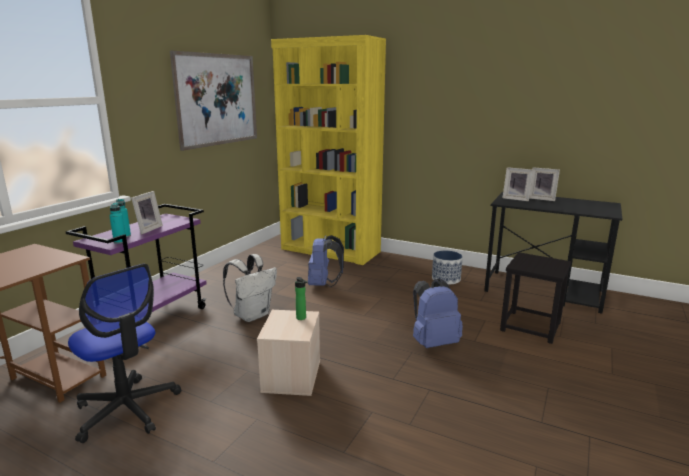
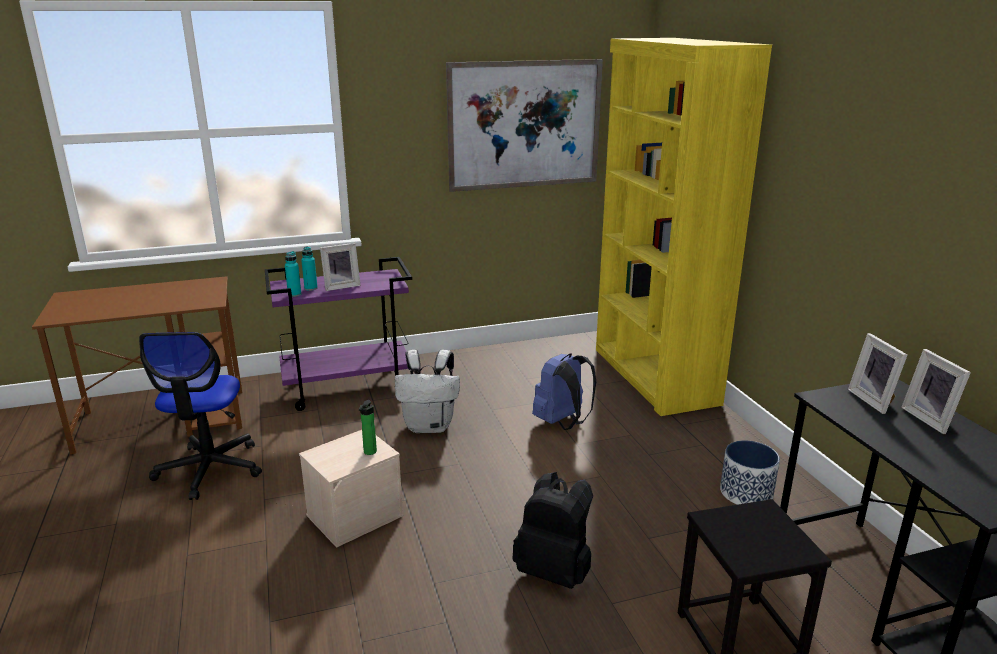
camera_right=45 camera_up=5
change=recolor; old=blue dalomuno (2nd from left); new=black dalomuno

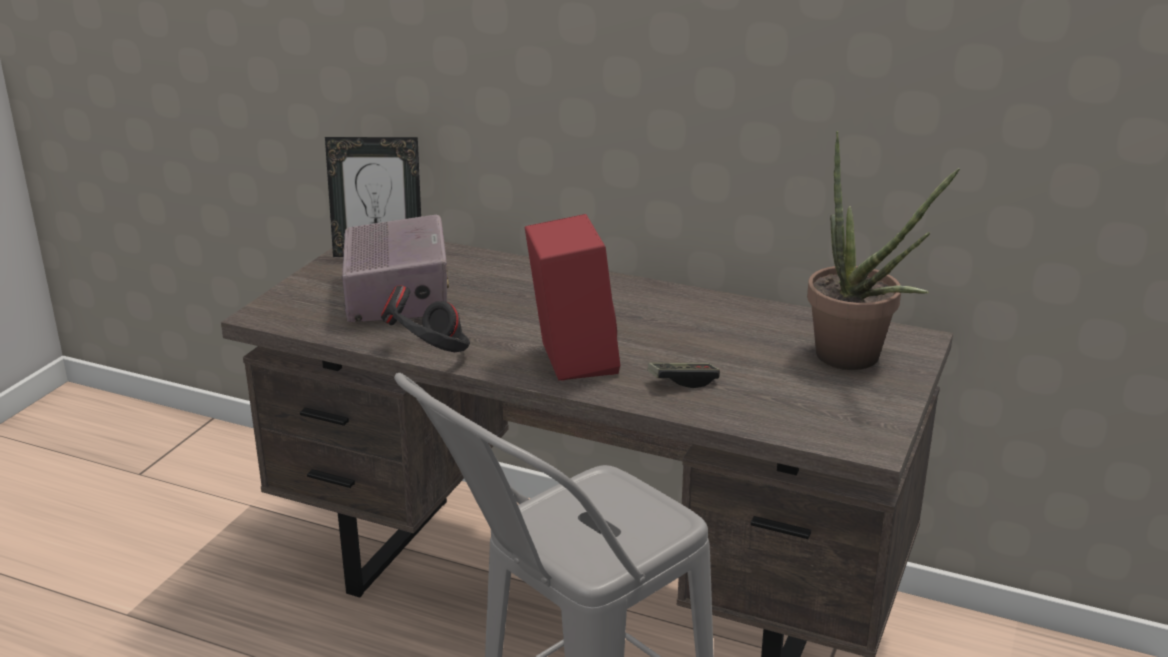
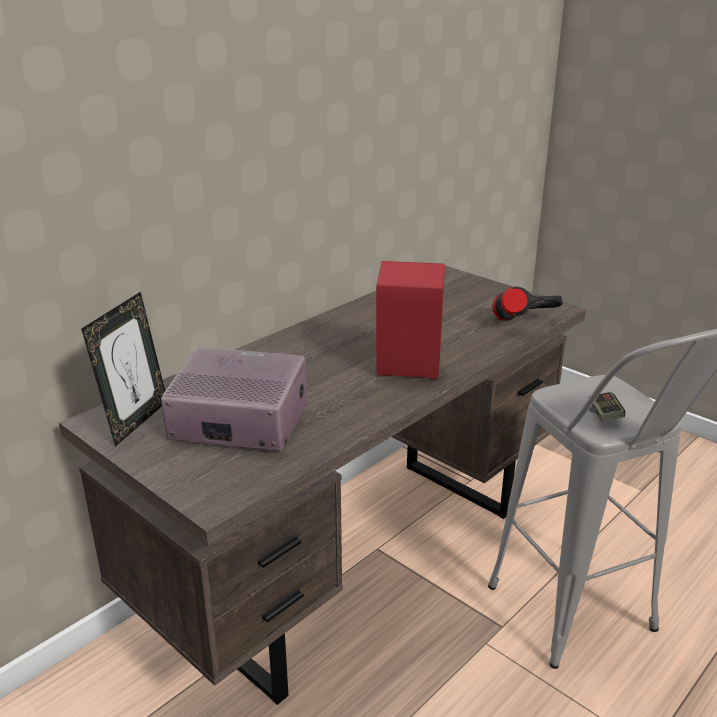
camera_right=-70 camera_up=0
change=move; old=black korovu
change=move; old=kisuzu
change=delete; old=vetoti

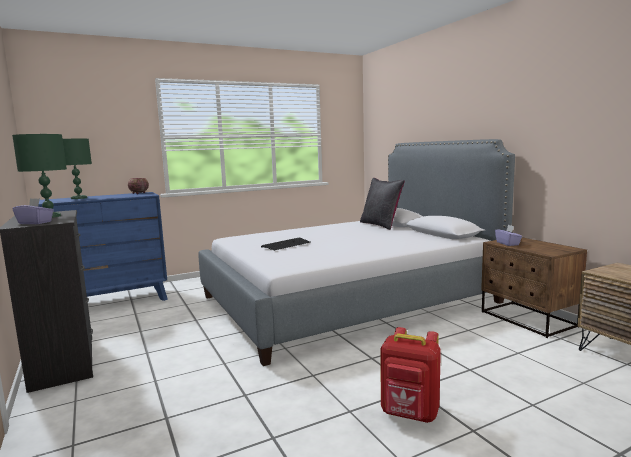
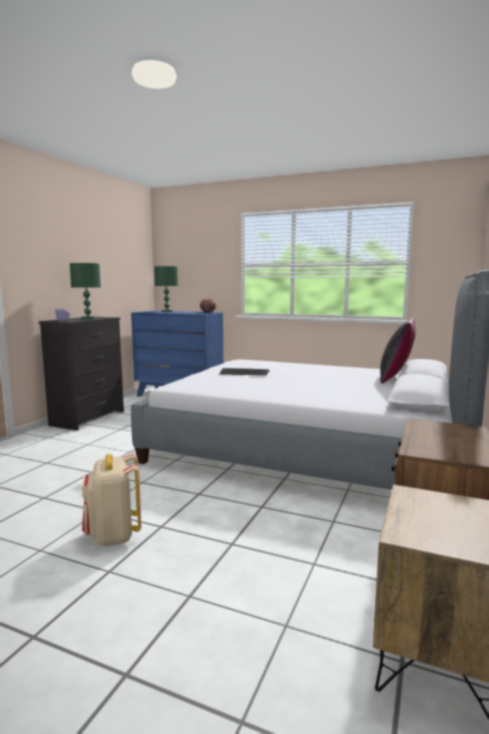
camera_right=50 camera_up=0
change=recolor; old=red dalomuno; new=beige dalomuno
change=delete; old=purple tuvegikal (2nd from left)

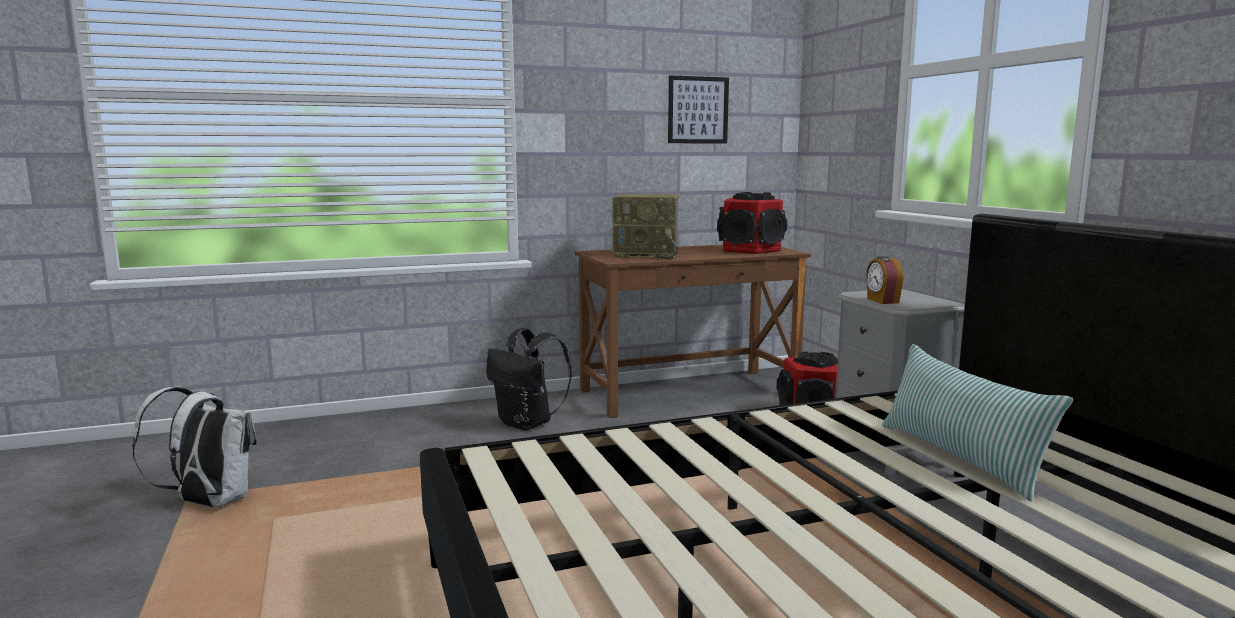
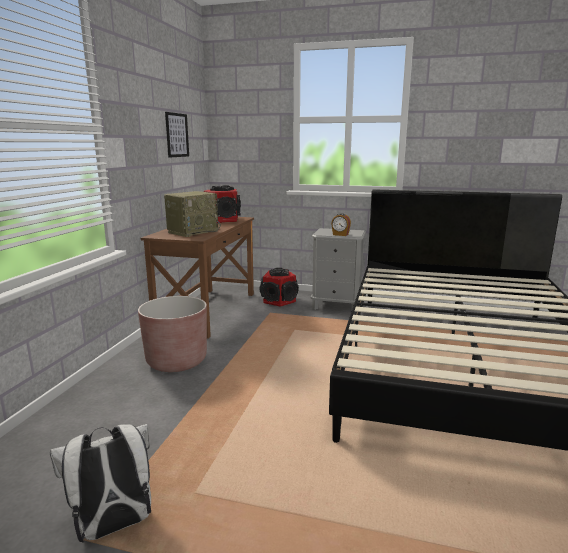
camera_right=-55 camera_up=5
change=replace; old=black dalomuno; new=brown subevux
change=delete; old=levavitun

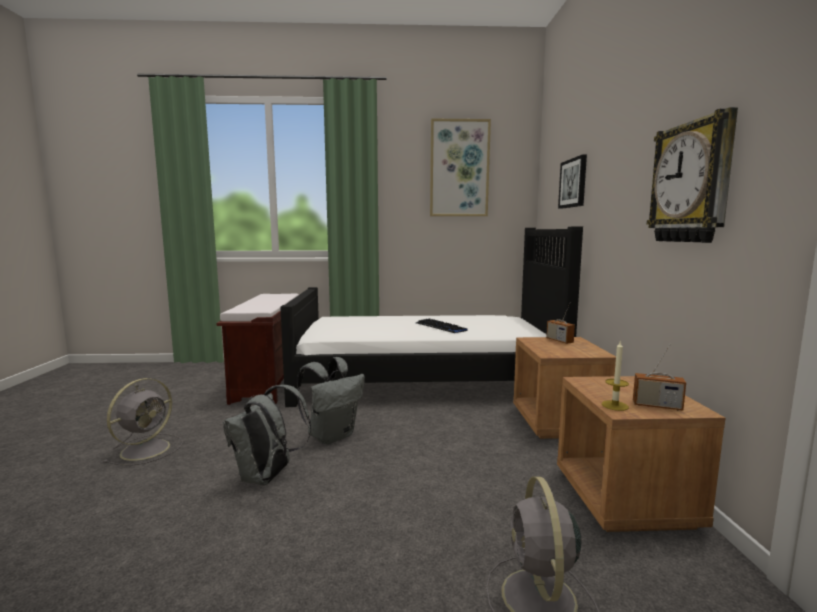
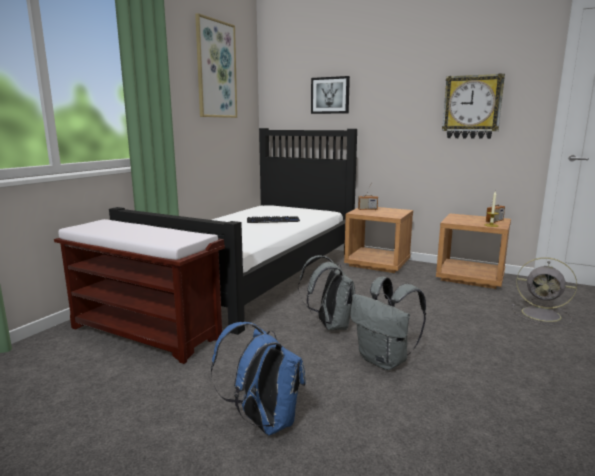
camera_right=-60 camera_up=5
change=replace; old=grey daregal (1st from left); new=blue dalomuno

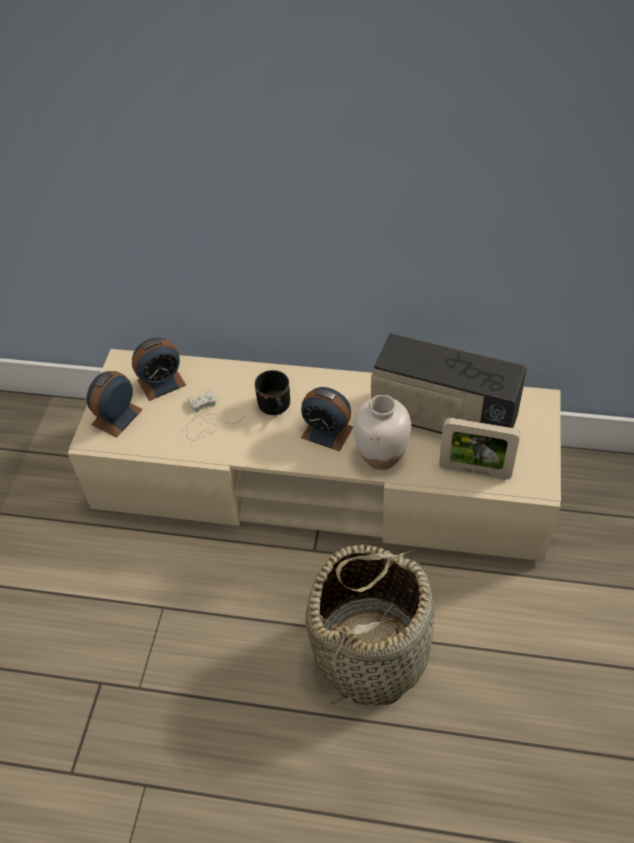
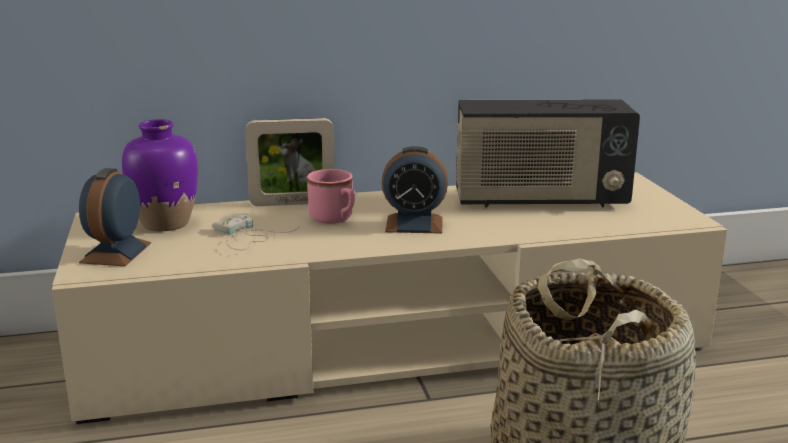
camera_right=-25 camera_up=-30
change=replace; old=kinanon (2nd from left); new=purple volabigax
change=move; old=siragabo
change=recolor; old=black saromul; new=pink saromul
change=delete; old=white volabigax

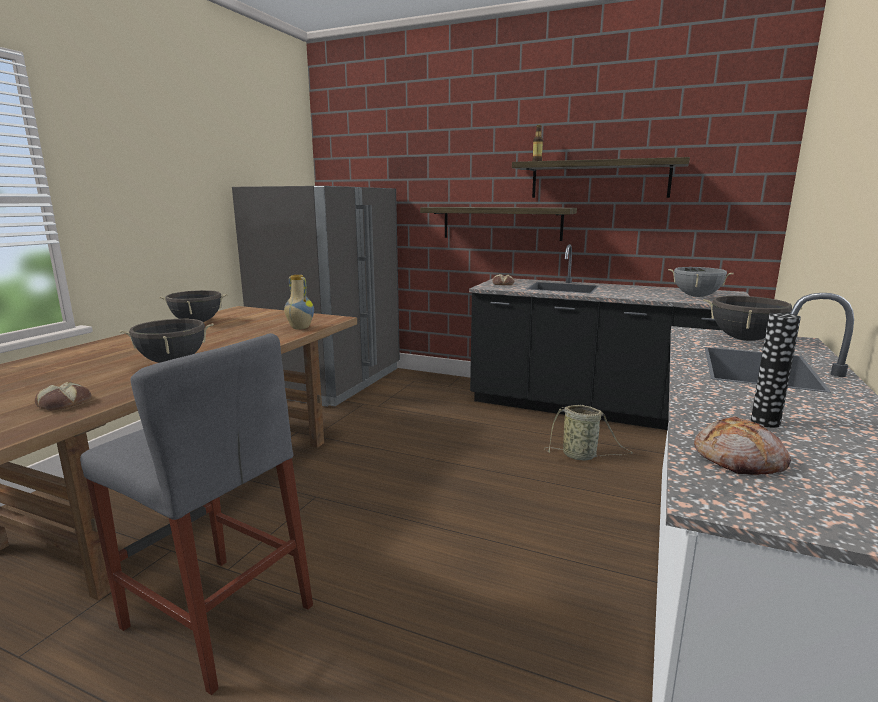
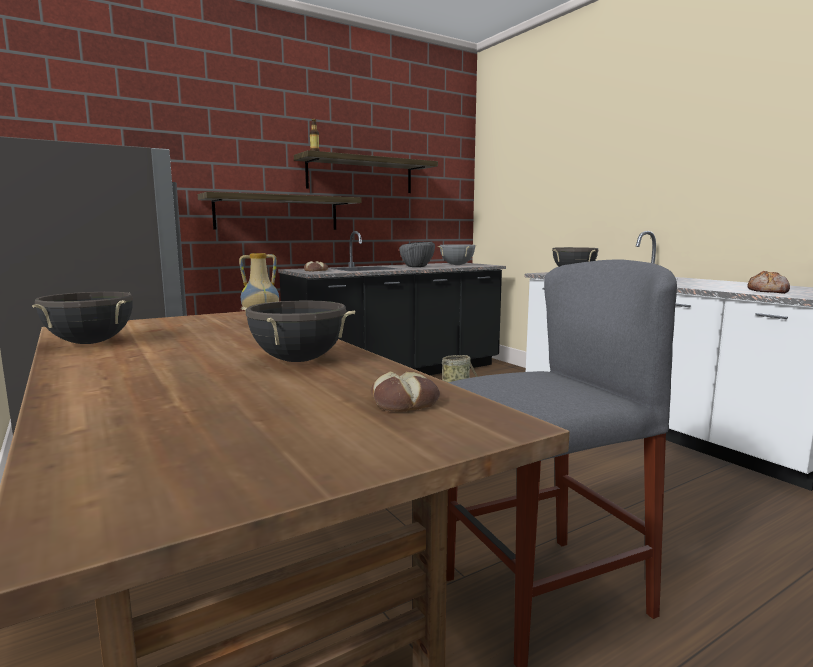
camera_right=-55 camera_up=-5
change=insert; new=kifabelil
change=delete; old=volabigax (2nd from left)

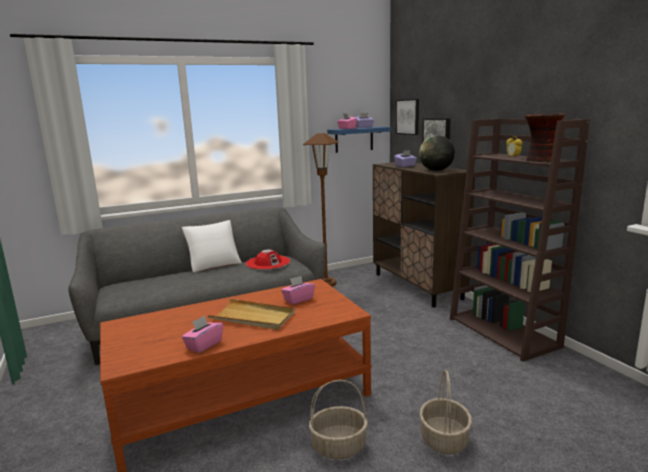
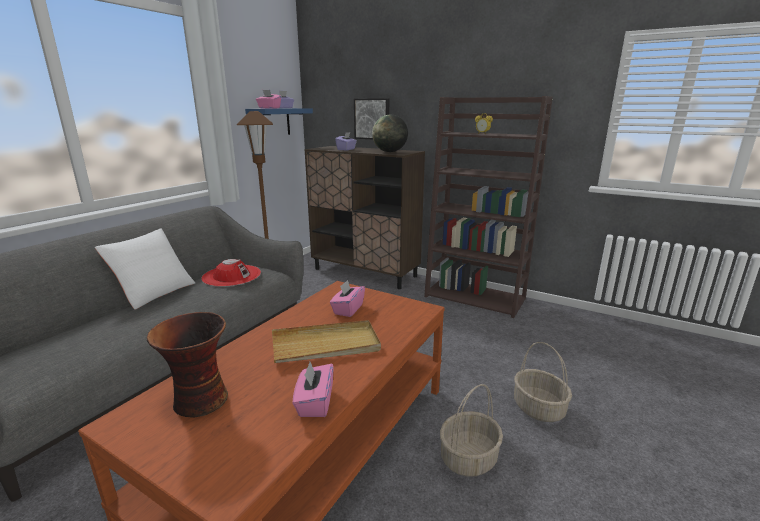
camera_right=-35 camera_up=5
change=move; old=volabigax
change=delete; old=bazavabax (1st from left)

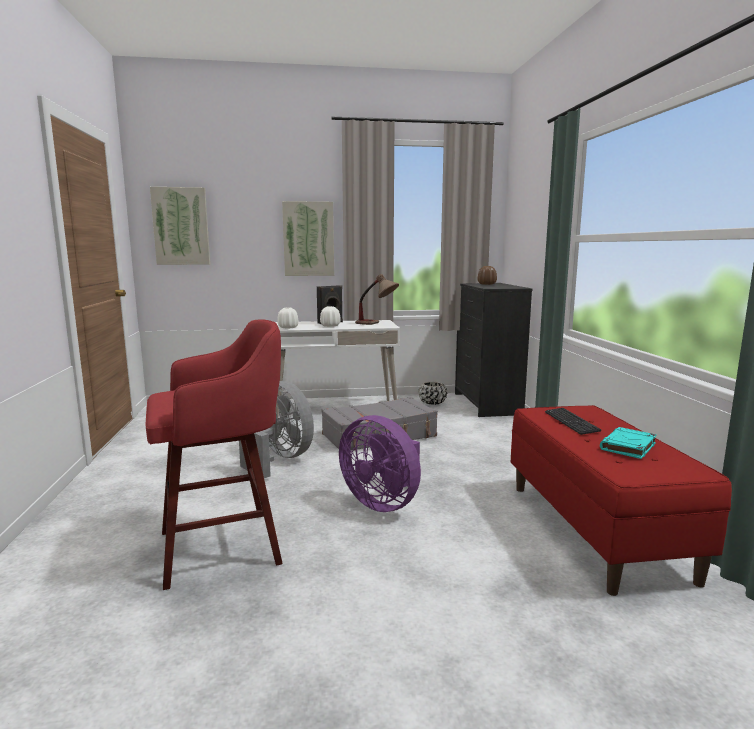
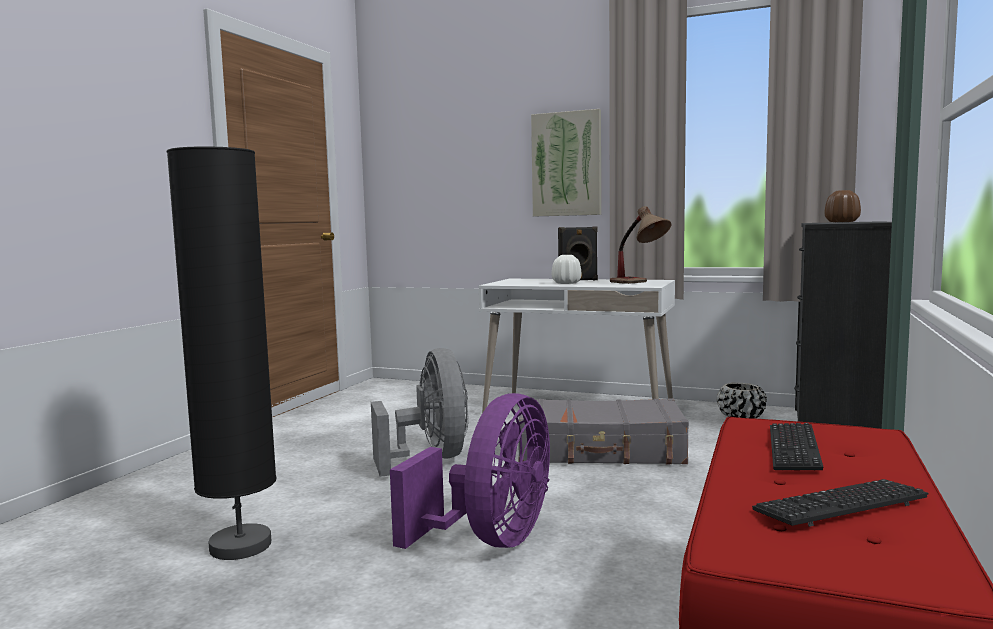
camera_right=30 camera_up=-5
change=replace; old=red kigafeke; new=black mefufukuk
change=rotate; old=purple daregal; degrees=-135
change=replace; old=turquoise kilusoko; new=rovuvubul (2nd from left)
change=delete; old=bazavabax (1st from left)
change=delete; old=white volabigax (1st from left)

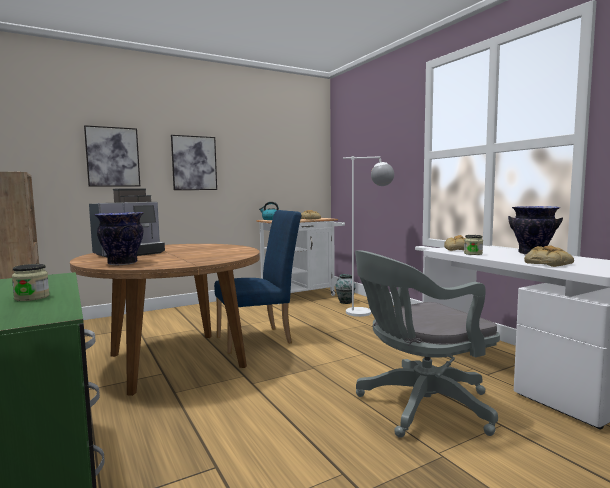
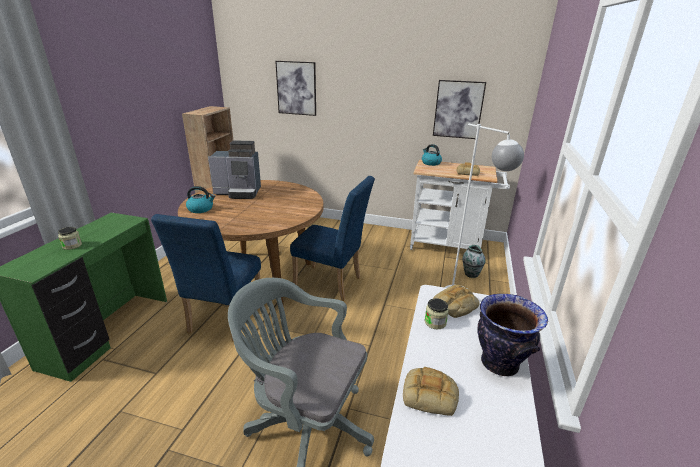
camera_right=45 camera_up=20
change=insert; new=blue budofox (1st from left)
change=replace; old=volabigax (1st from left); new=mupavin (1st from left)
change=move; old=bazavabax (2nd from left)

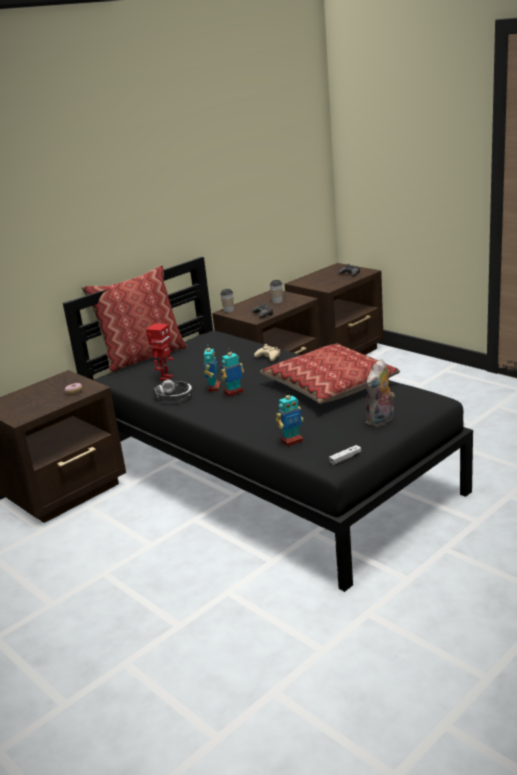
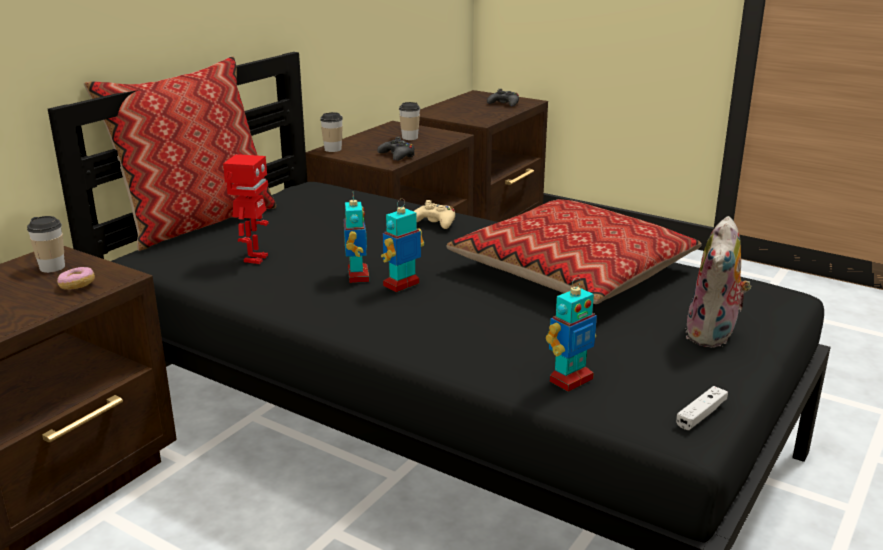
camera_right=-15 camera_up=0
change=insert; new=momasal (1st from left)
change=delete; old=korovu

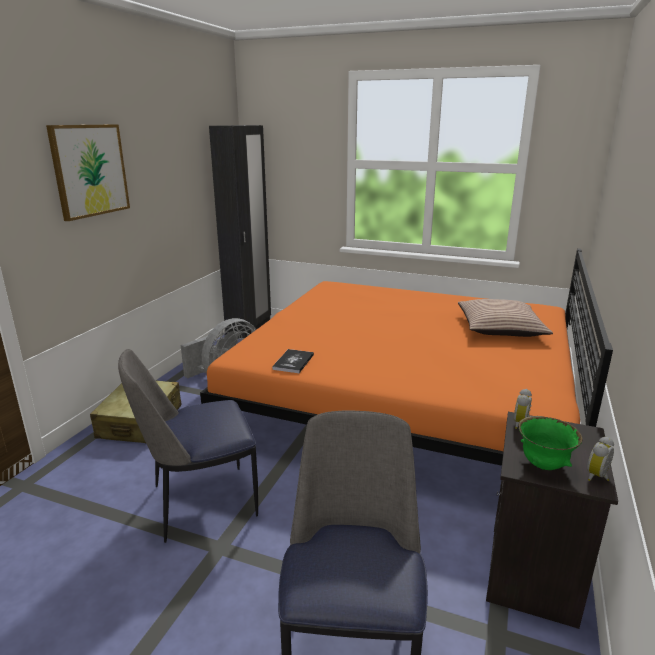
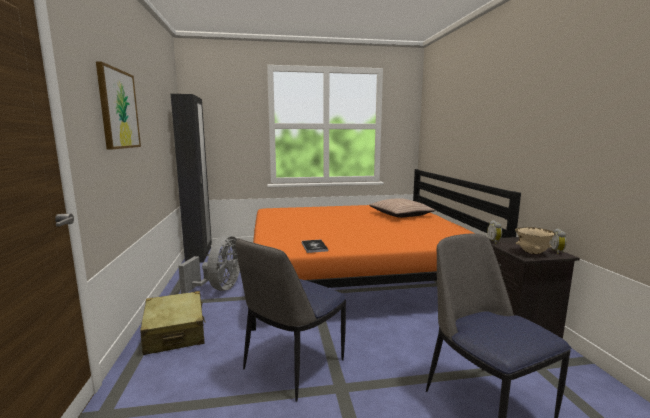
camera_right=-30 camera_up=-10
change=recolor; old=green kifabelil; new=beige kifabelil

